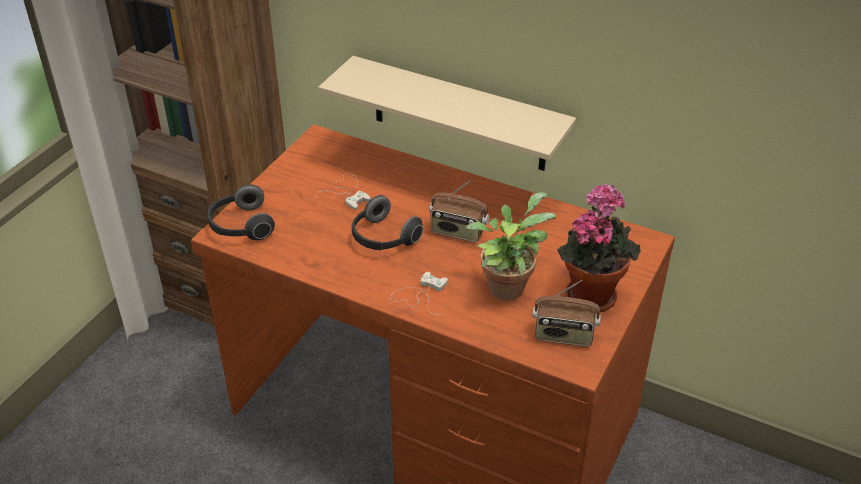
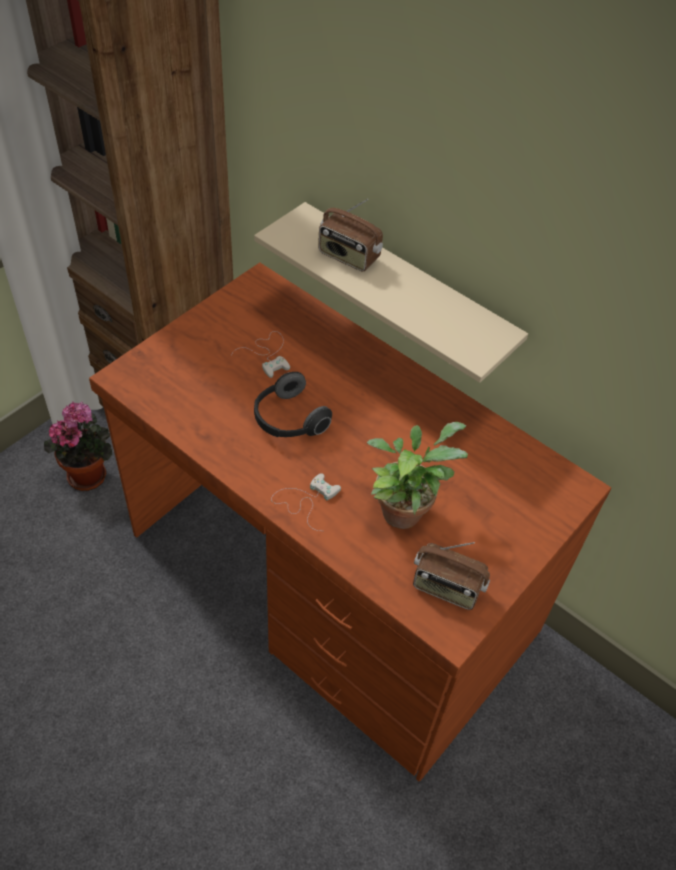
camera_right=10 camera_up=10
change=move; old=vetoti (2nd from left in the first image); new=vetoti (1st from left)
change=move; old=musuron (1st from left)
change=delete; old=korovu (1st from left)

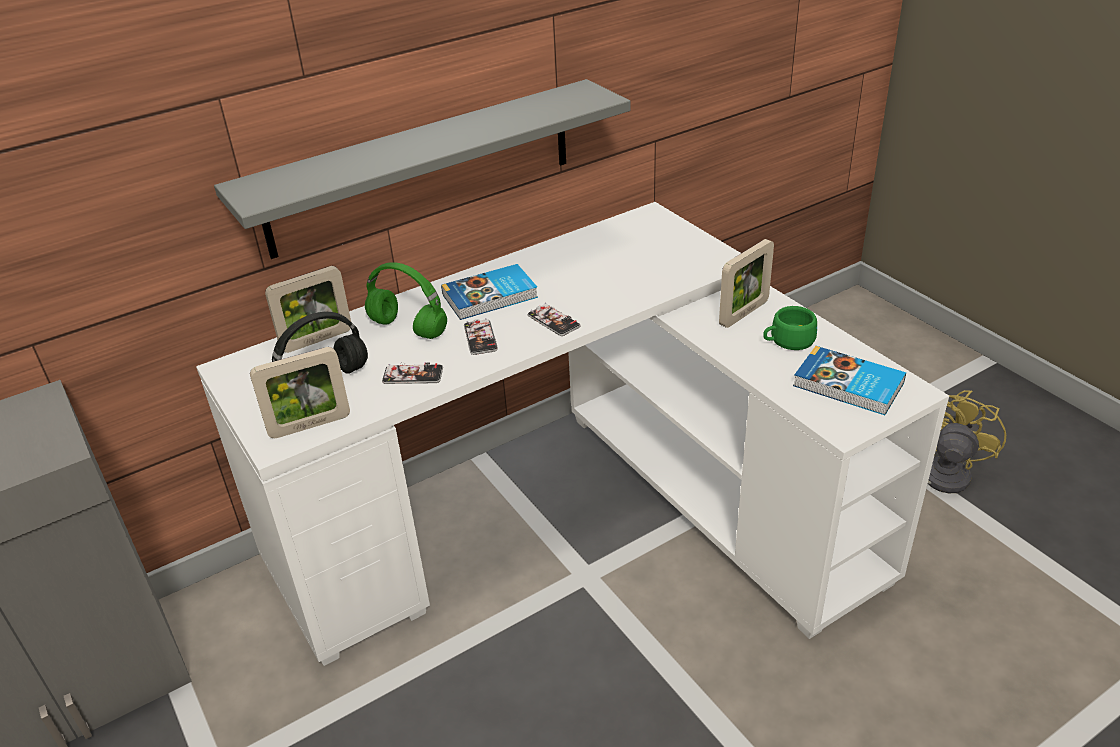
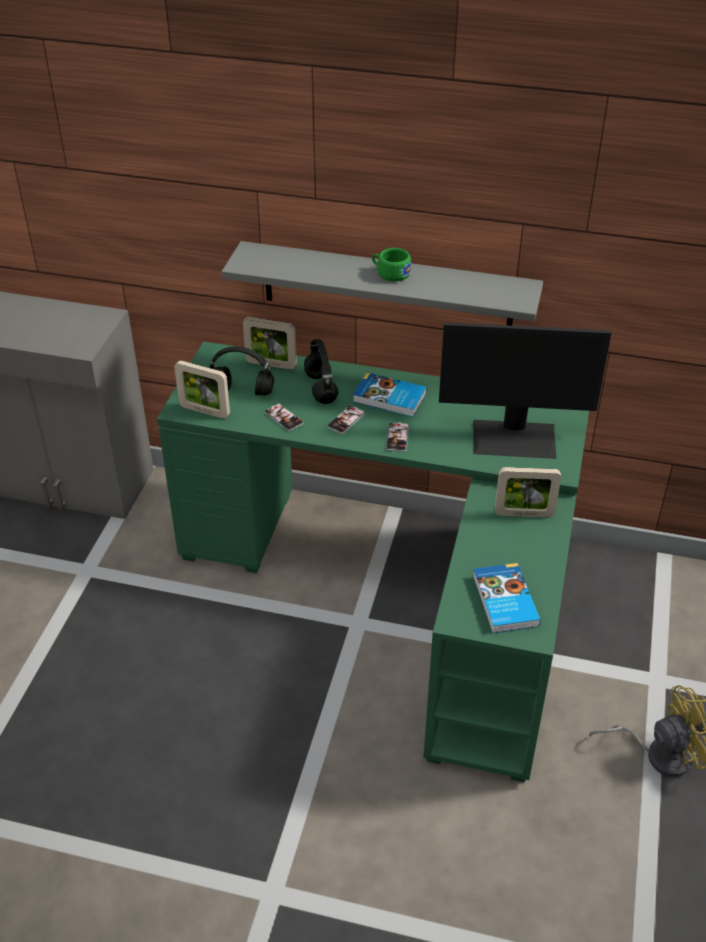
camera_right=45 camera_up=5
change=recolor; old=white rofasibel; new=green rofasibel
change=recolor; old=green korovu; new=black korovu (2nd from left)
change=move; old=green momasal
change=insert; new=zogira

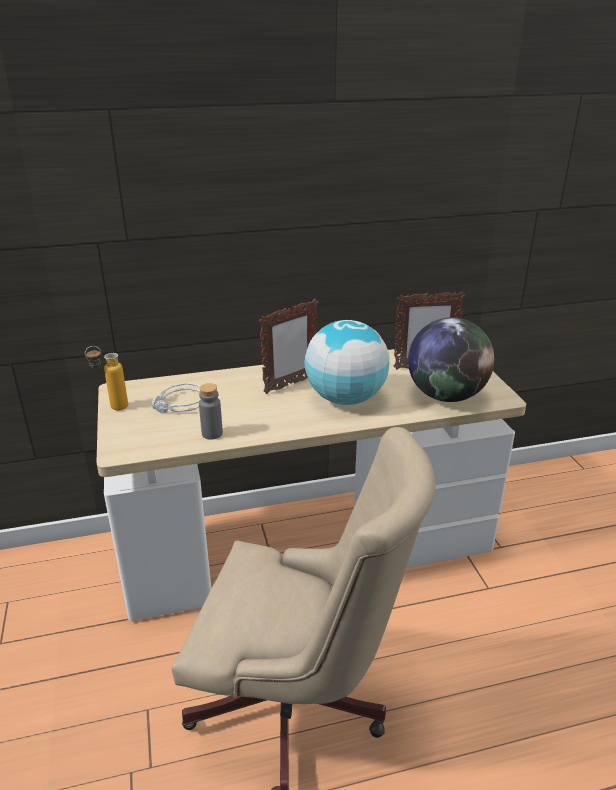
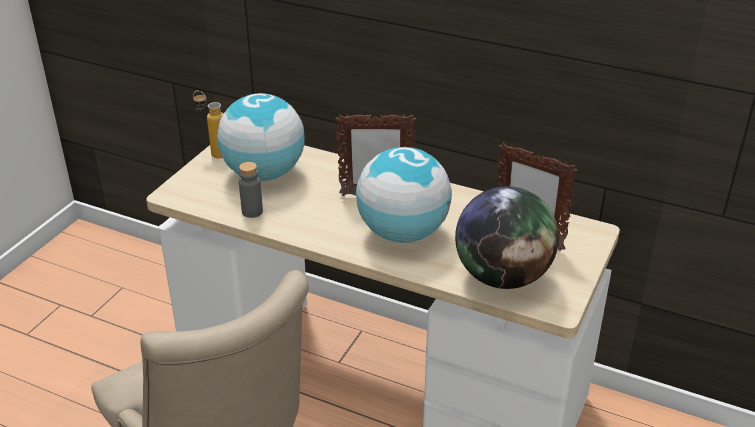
camera_right=40 camera_up=5
change=replace; old=grey korovu; new=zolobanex (1st from left)

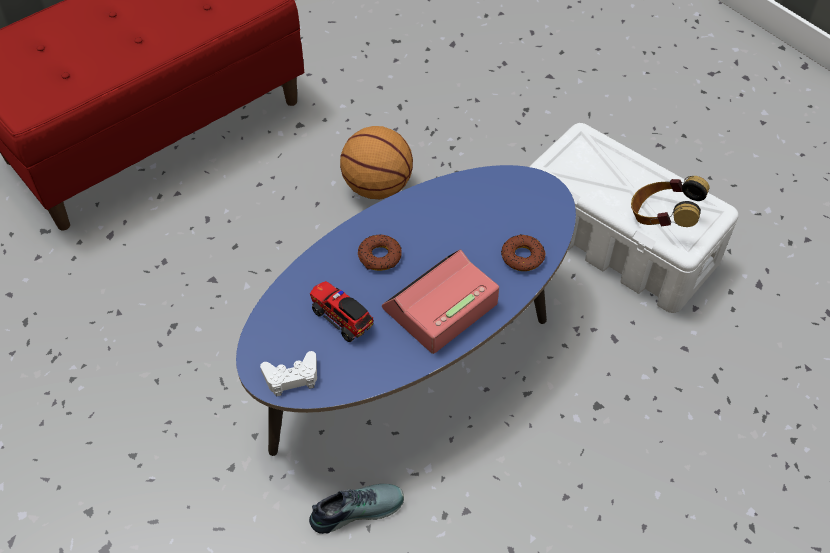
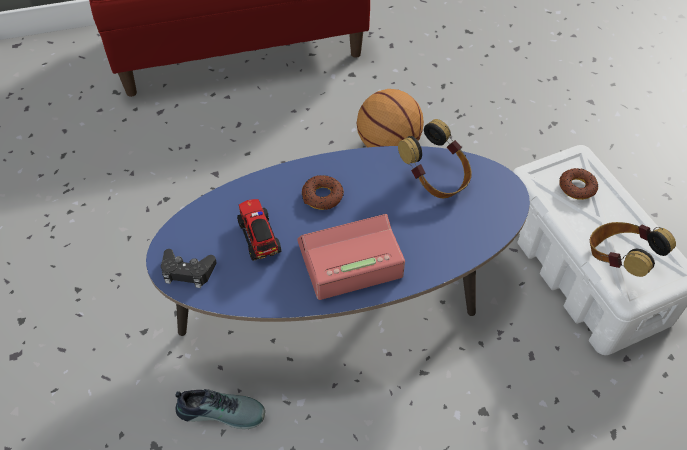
camera_right=25 camera_up=0
change=recolor; old=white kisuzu; new=black kisuzu
change=insert; new=korovu (1st from left)
change=move; old=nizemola (2nd from left)

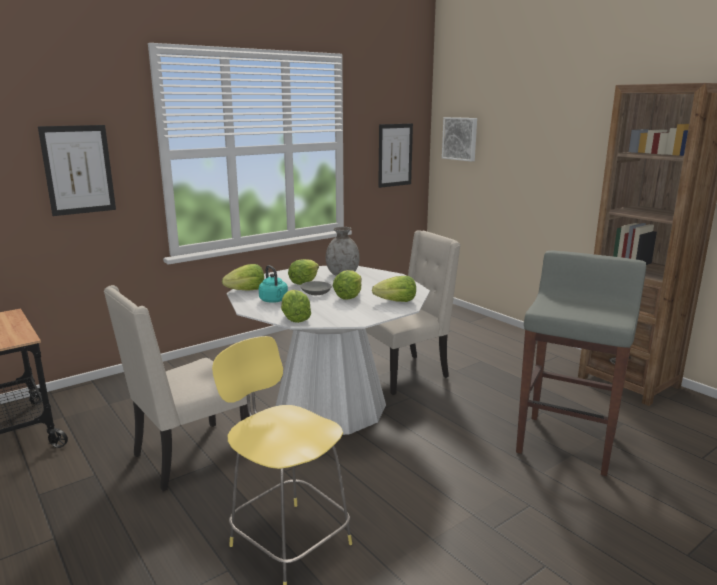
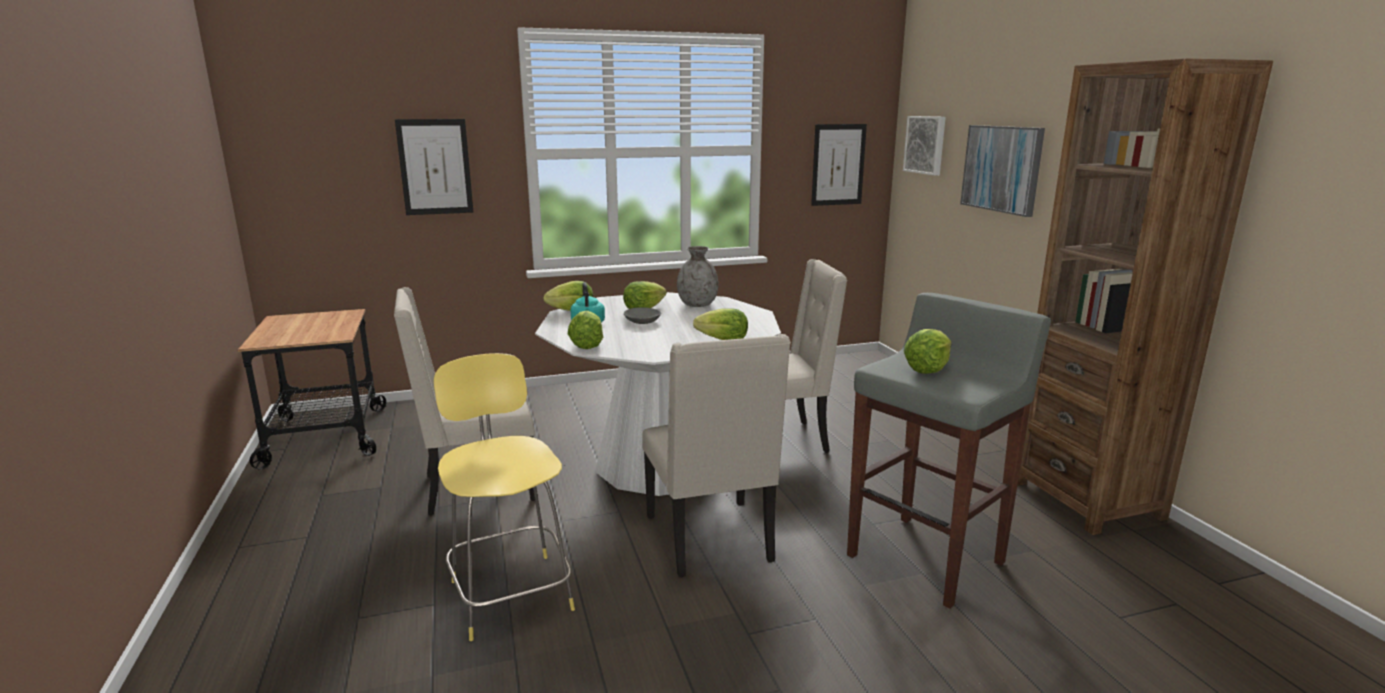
camera_right=20 camera_up=0
change=insert; new=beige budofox (2nd from left)
change=move; old=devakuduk (4th from left in the first image); new=devakuduk (5th from left)
change=insert; new=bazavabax (4th from left)

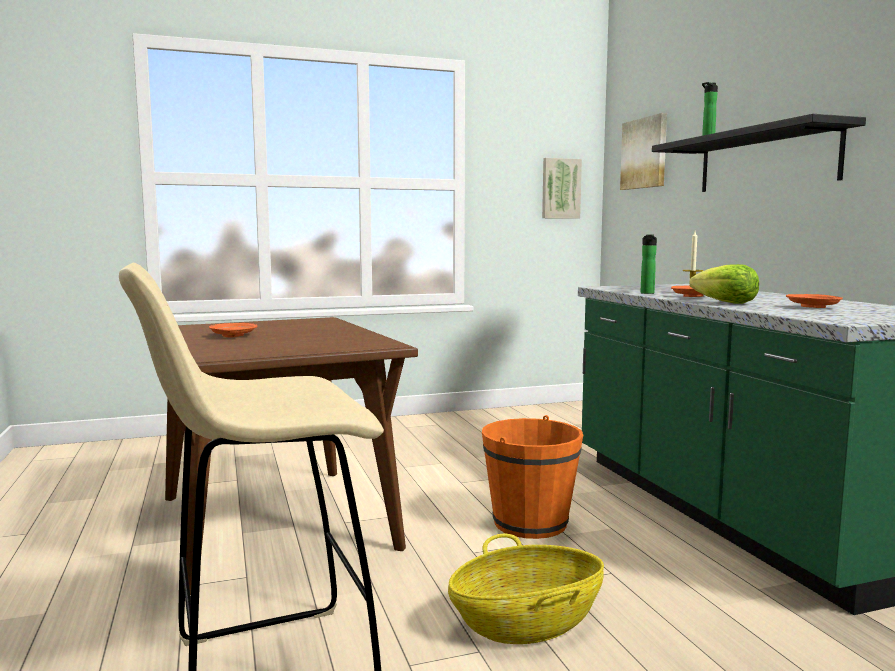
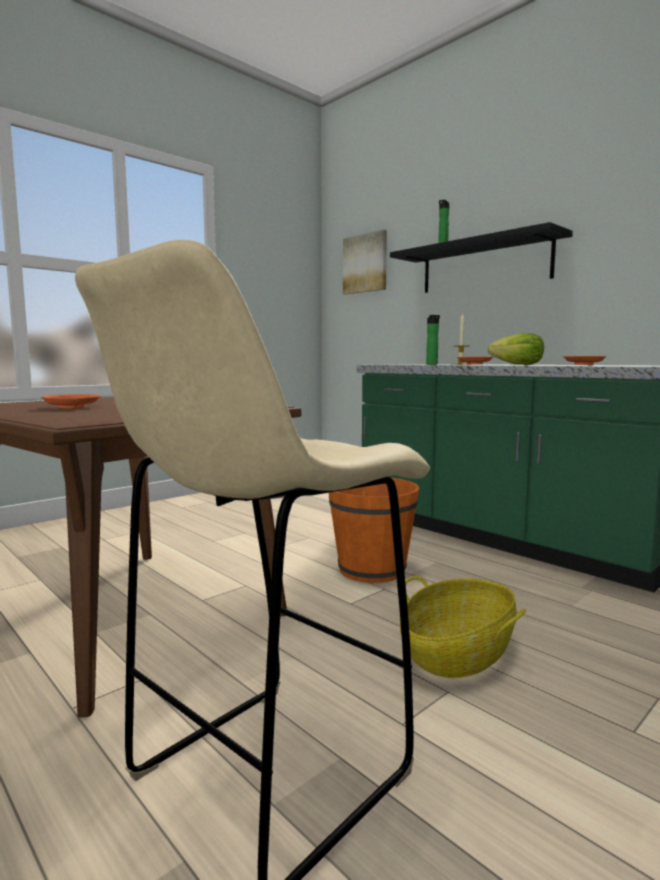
camera_right=-25 camera_up=0
change=delete; old=bazavabax (1st from left)

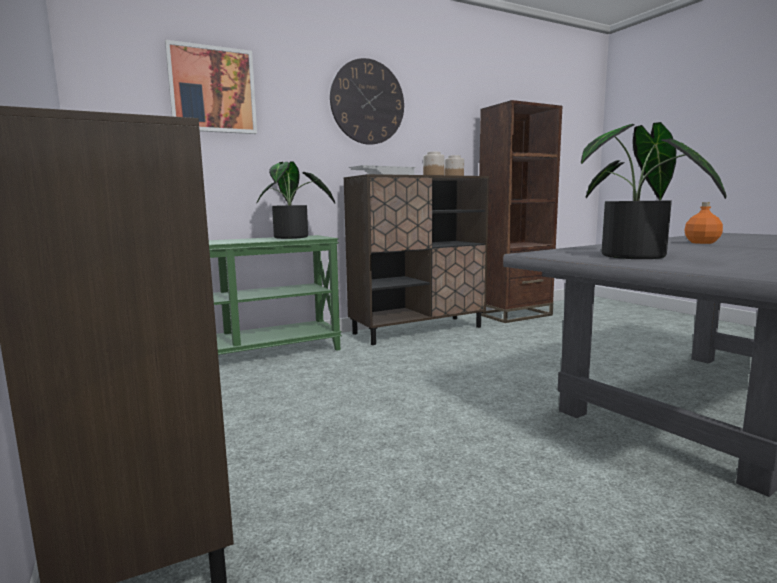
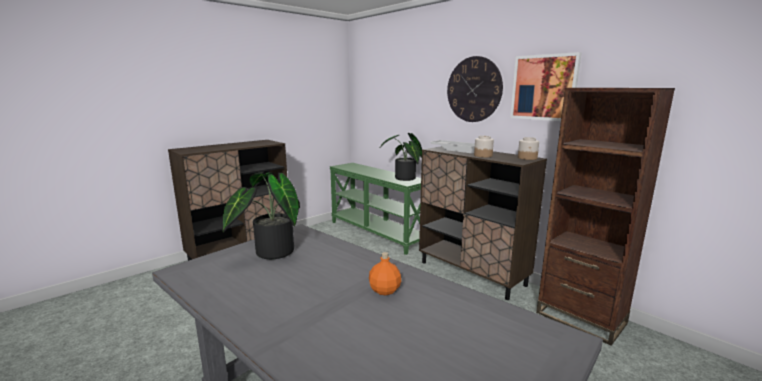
camera_right=75 camera_up=5
change=move; old=bazavabax

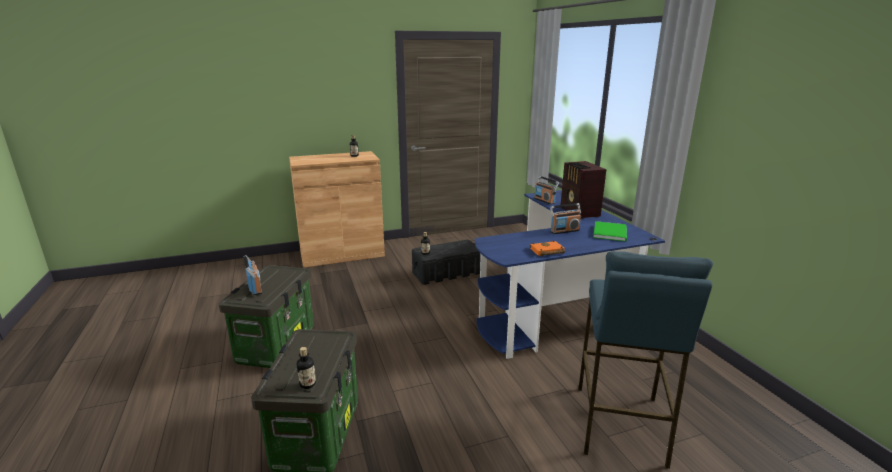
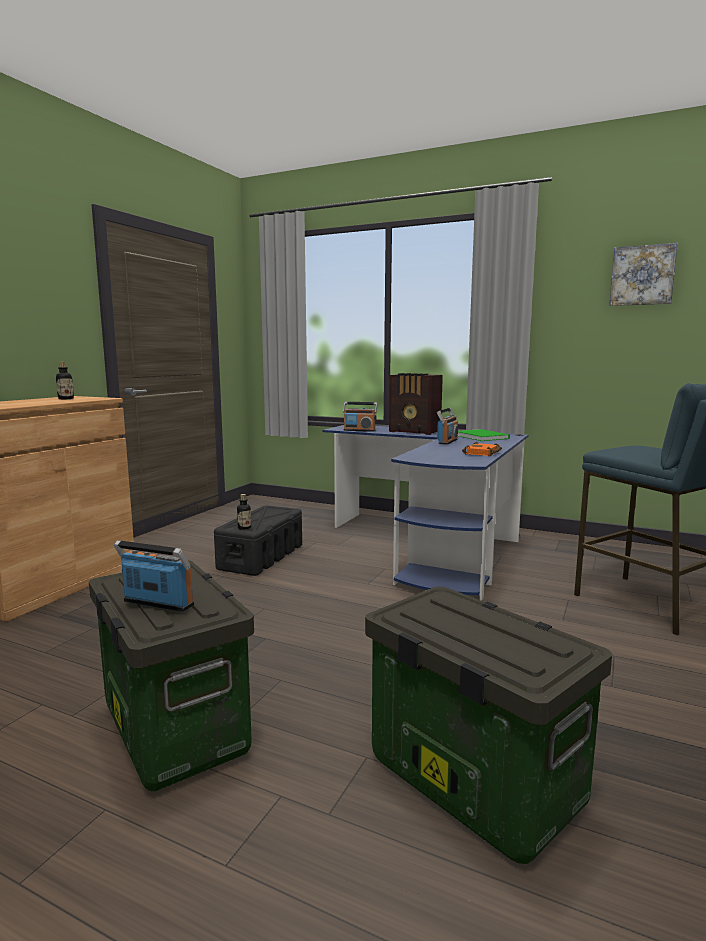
camera_right=-45 camera_up=-10
change=insert; new=bazavabax
change=delete; old=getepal (1st from left)

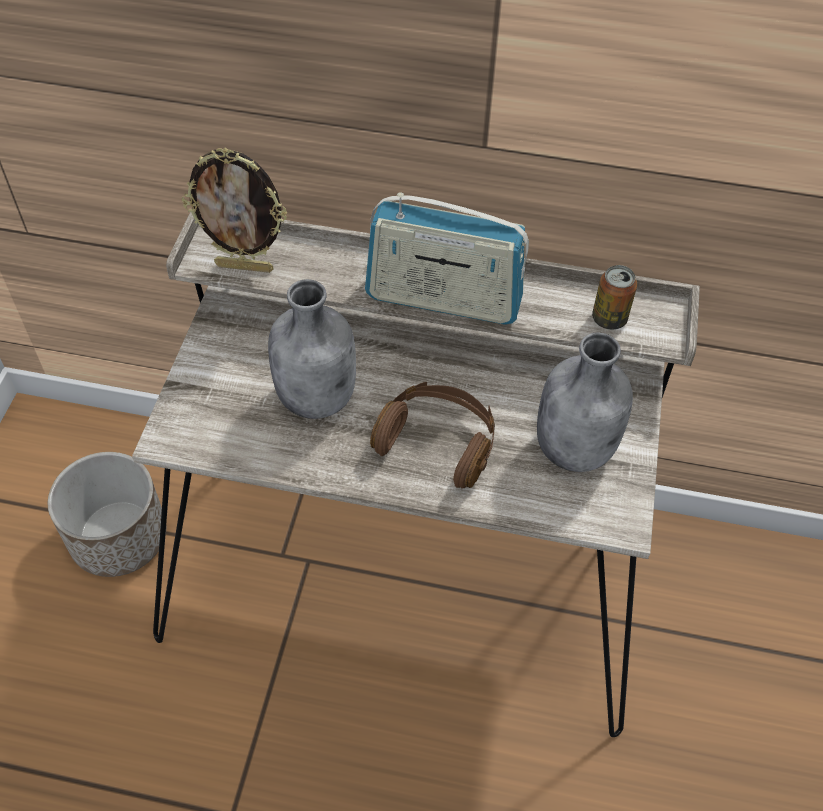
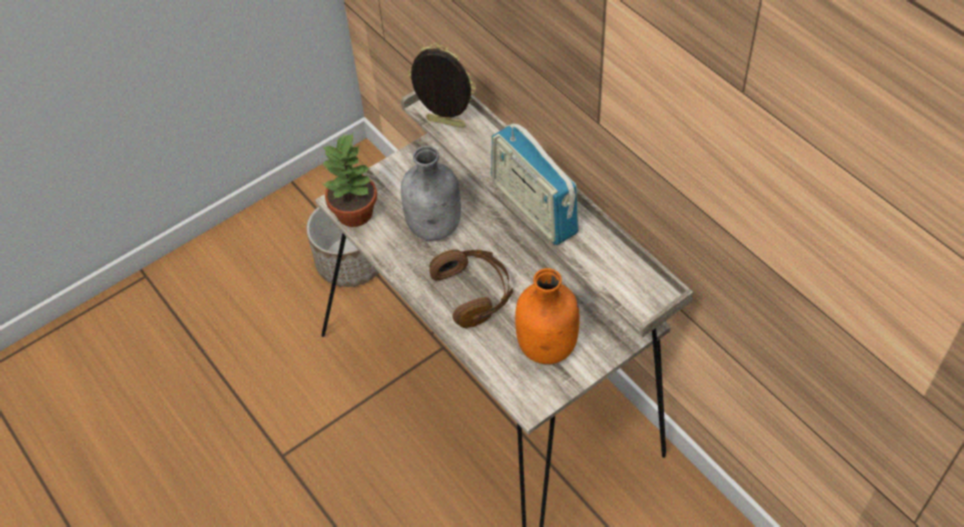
camera_right=45 camera_up=0
change=insert; new=vetoti
change=rotate; old=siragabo; degrees=150
change=recolor; old=grey getepal (2nd from left); new=orange getepal
change=delete; old=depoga

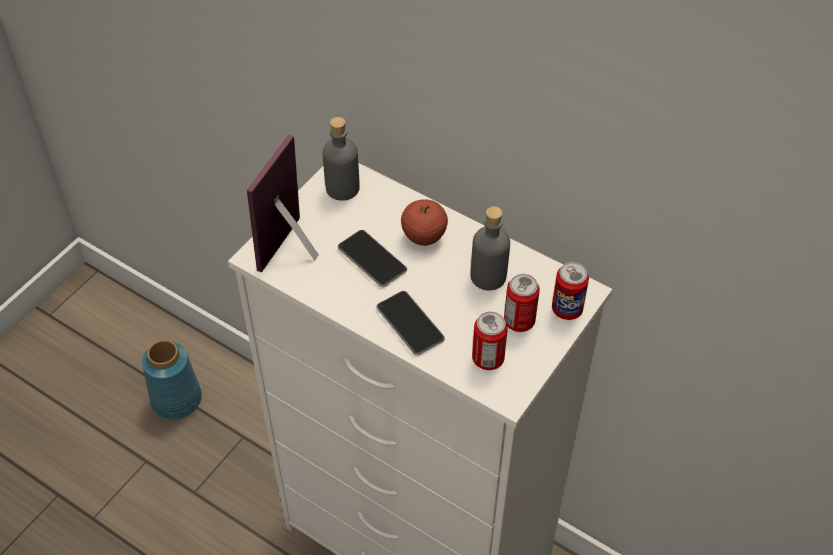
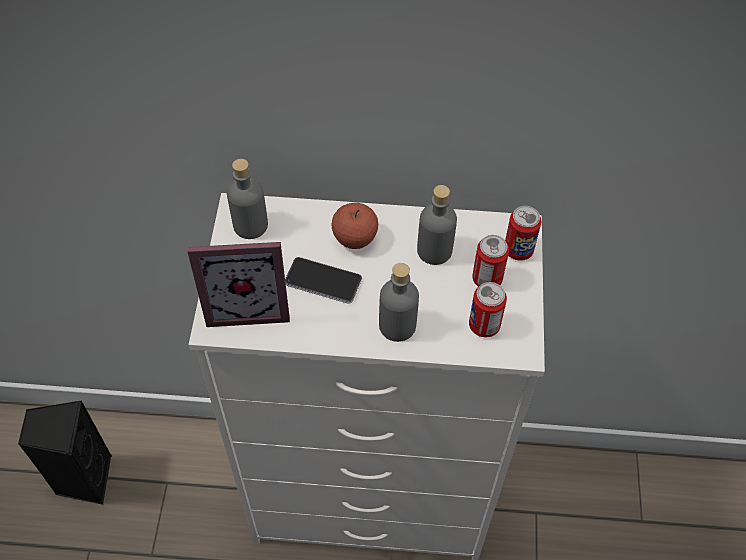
camera_right=-30 camera_up=5
change=replace; old=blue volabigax; new=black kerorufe
change=rotate; old=siragabo; degrees=-90
change=replace; old=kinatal (2nd from left); new=grey getepal (2nd from left)

